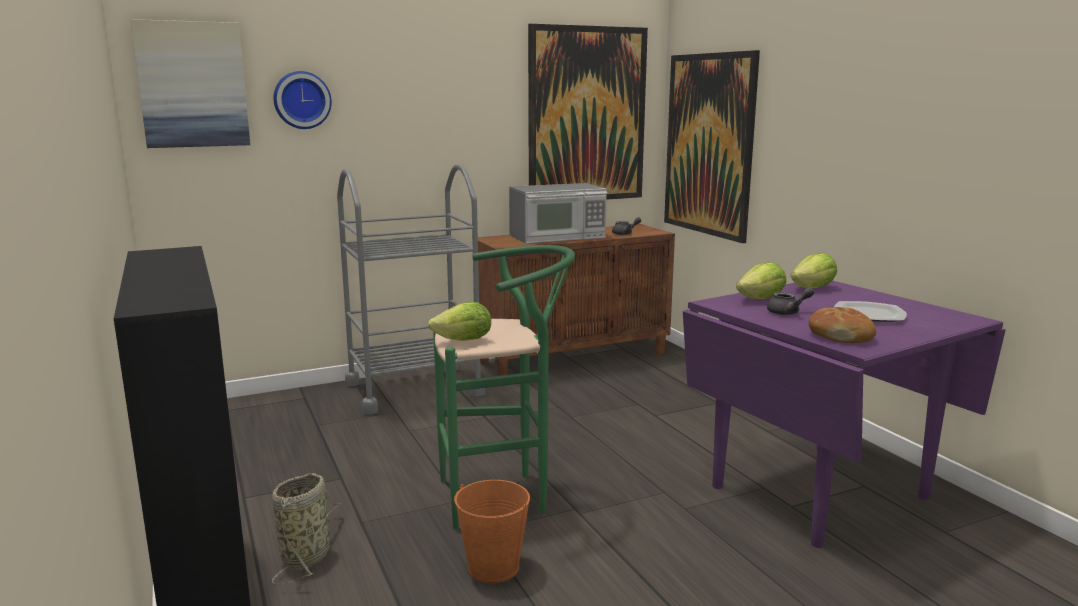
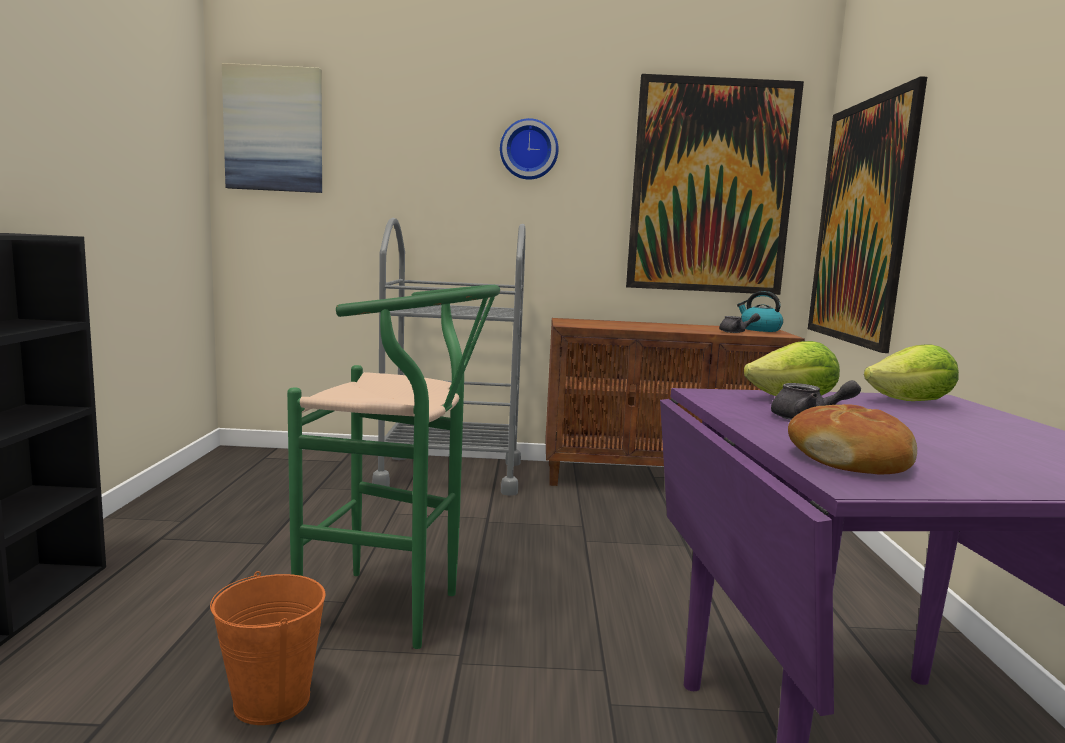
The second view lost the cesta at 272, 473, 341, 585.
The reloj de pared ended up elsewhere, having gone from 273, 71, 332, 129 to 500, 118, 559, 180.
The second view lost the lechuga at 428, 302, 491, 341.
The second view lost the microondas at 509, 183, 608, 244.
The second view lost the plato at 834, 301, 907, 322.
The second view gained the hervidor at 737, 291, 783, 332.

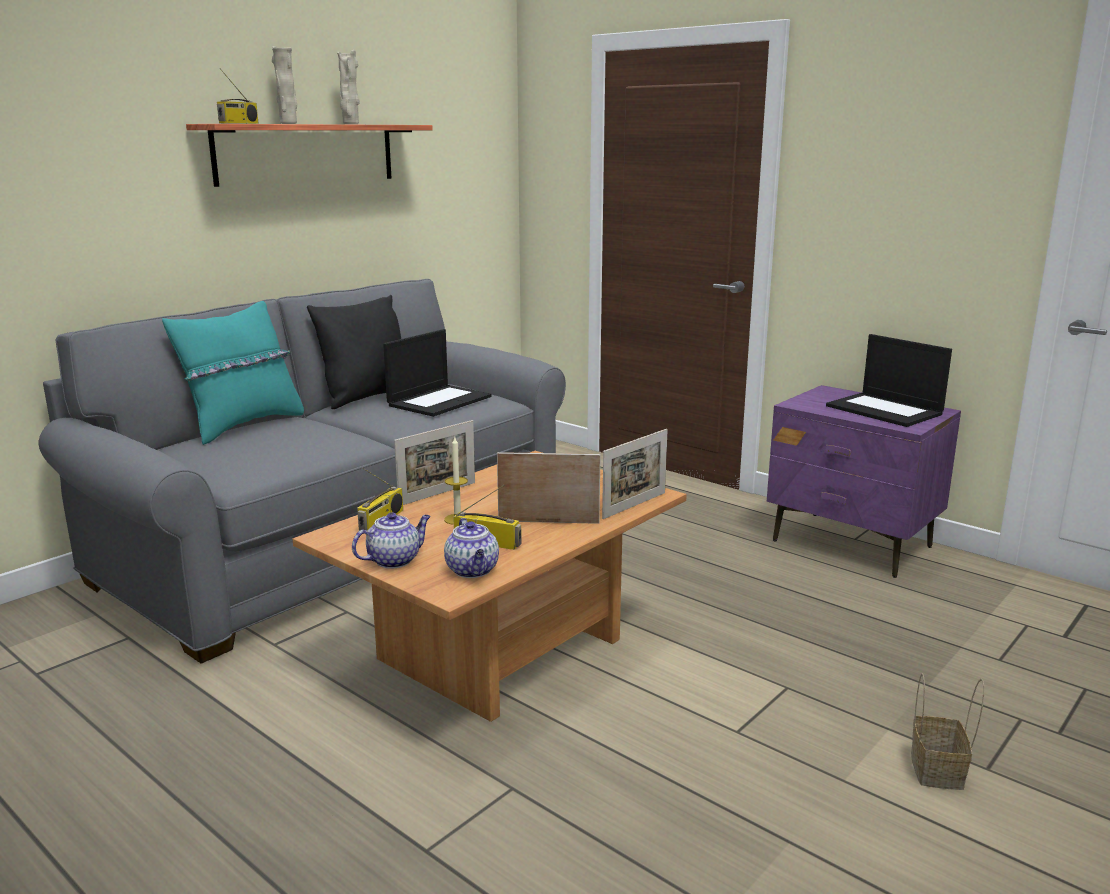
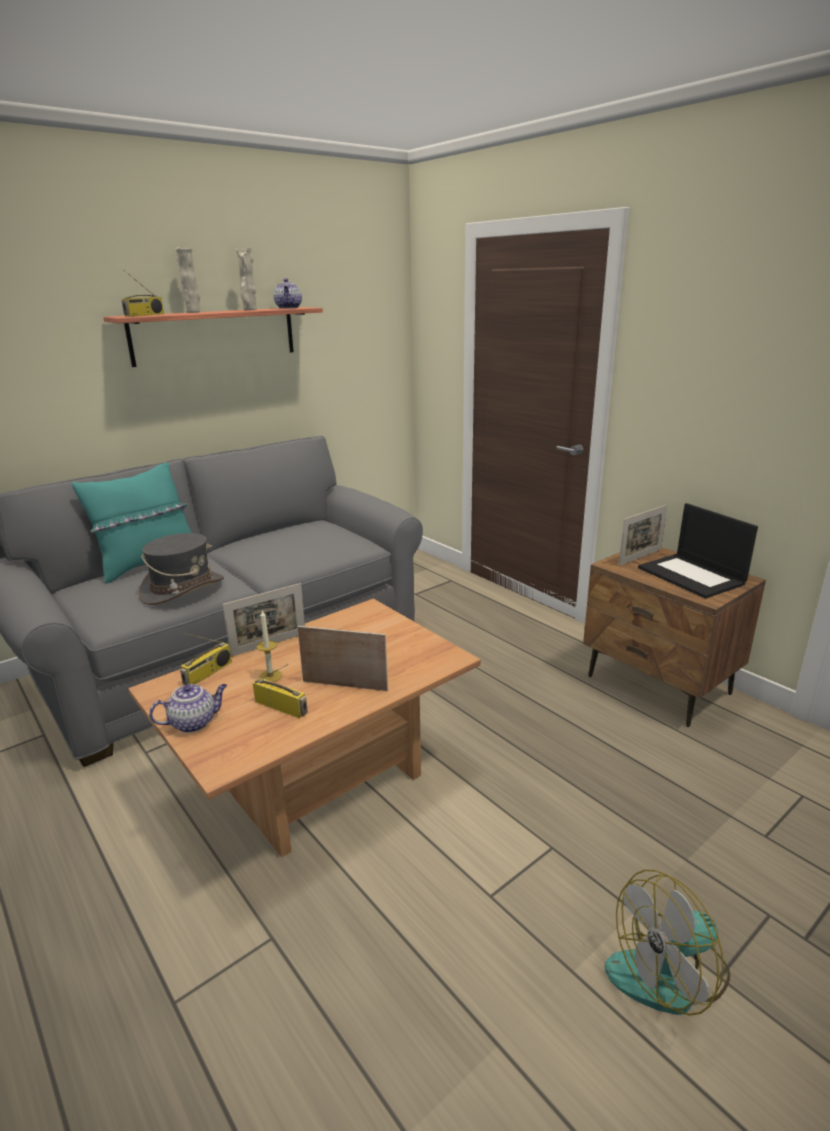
The second view lost the cojín/negro at 307, 295, 401, 409.
The second view lost the portátil at 383, 329, 492, 417.
The tetera ended up elsewhere, having gone from 444, 518, 499, 578 to 273, 278, 302, 309.
The portarretratos ended up elsewhere, having gone from 602, 429, 668, 519 to 619, 505, 667, 566.
What was the mesita de noche/morado at 767, 385, 961, 578 turned into the mesita de noche/marrón at 583, 547, 766, 727.
Where the cesta stood at 911, 673, 984, 790, the ventilador came to stand at 605, 869, 730, 1015.
The second view gained the sombrero/gris at 139, 533, 224, 605.

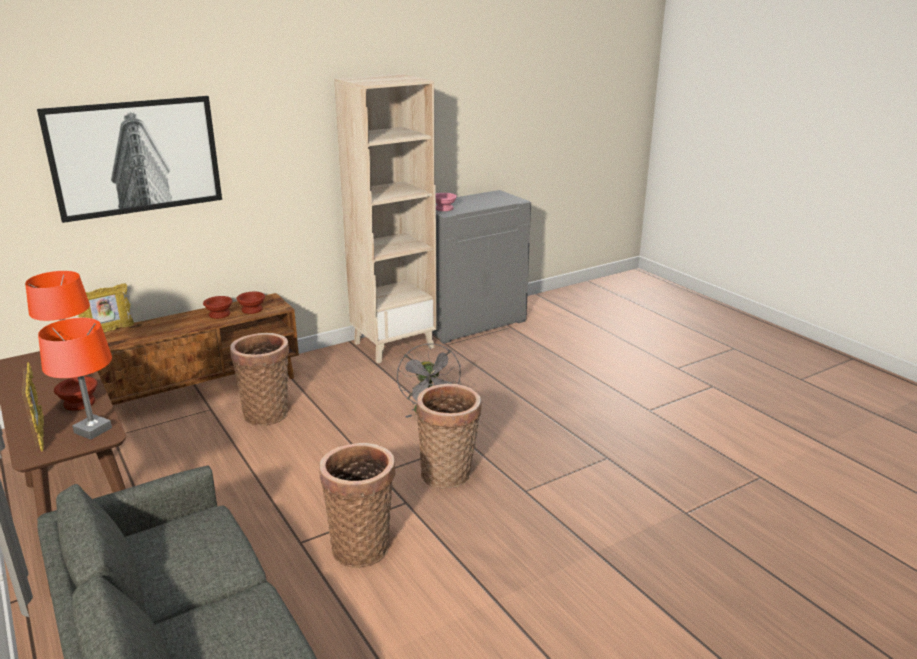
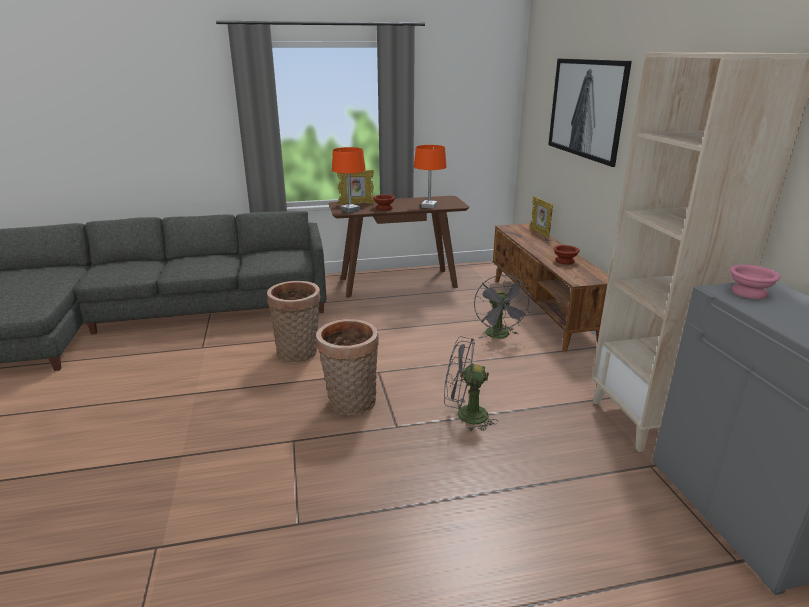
Where the cesta stood at 230, 333, 289, 426, the ventilador/gris came to stand at 474, 275, 531, 339.
The second view lost the cuenco/marrón at 236, 292, 265, 314.

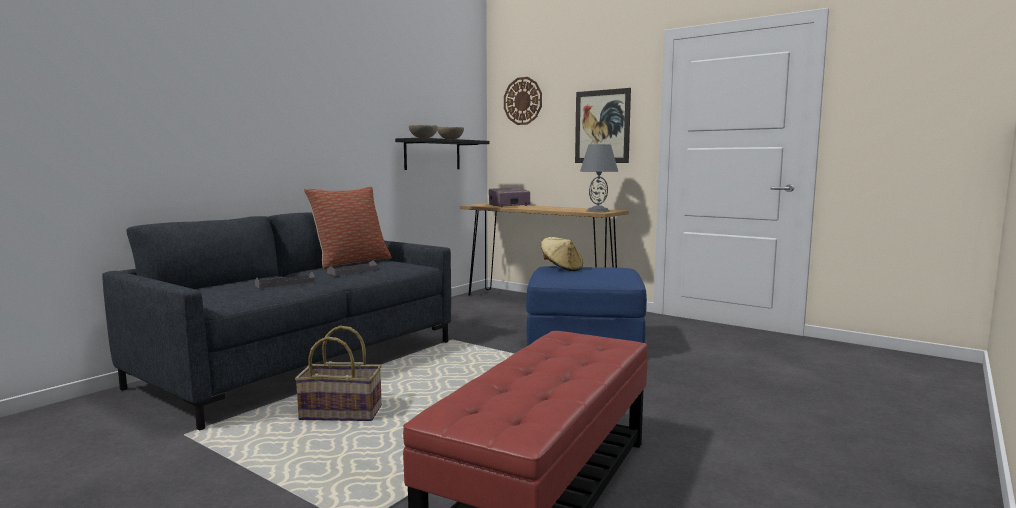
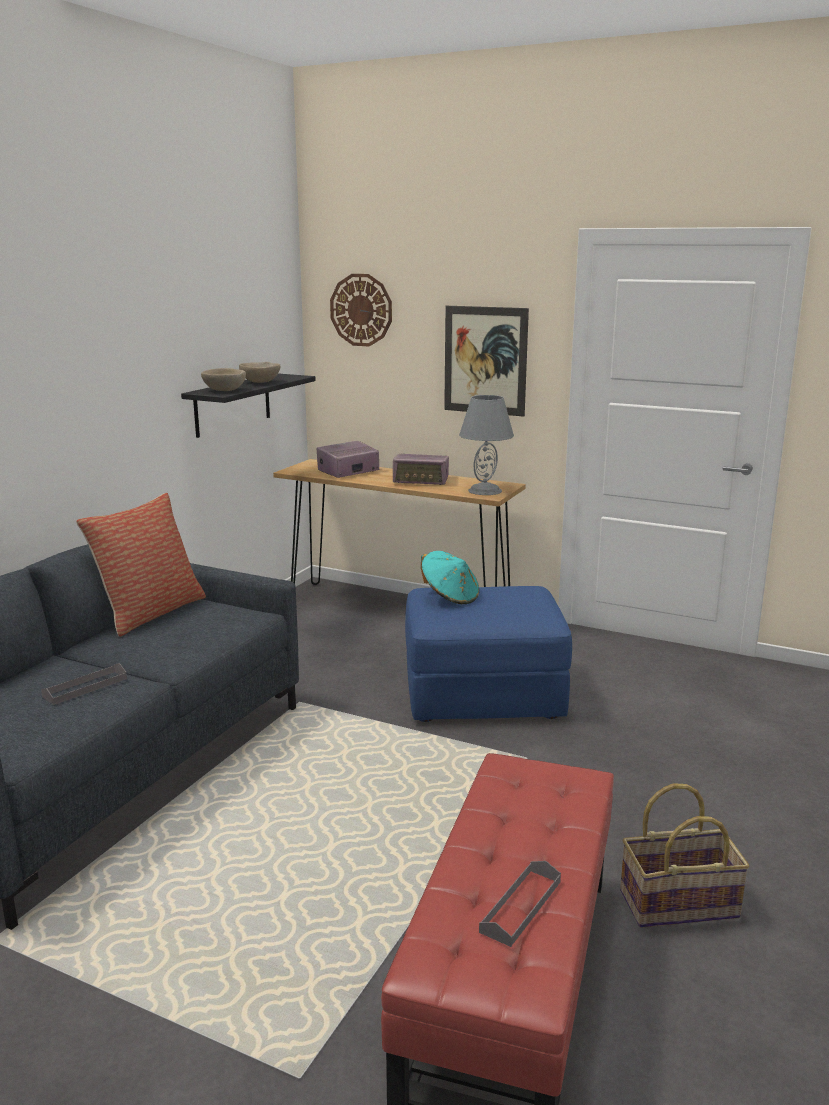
The cesta ended up elsewhere, having gone from 295, 326, 382, 421 to 620, 783, 750, 928.
The bandeja/gris ended up elsewhere, having gone from 327, 260, 378, 276 to 479, 861, 561, 947.
What was the sombrero/beis at 541, 237, 583, 271 turned into the sombrero/turquesa at 421, 551, 479, 604.
The second view gained the radio at 393, 454, 449, 485.

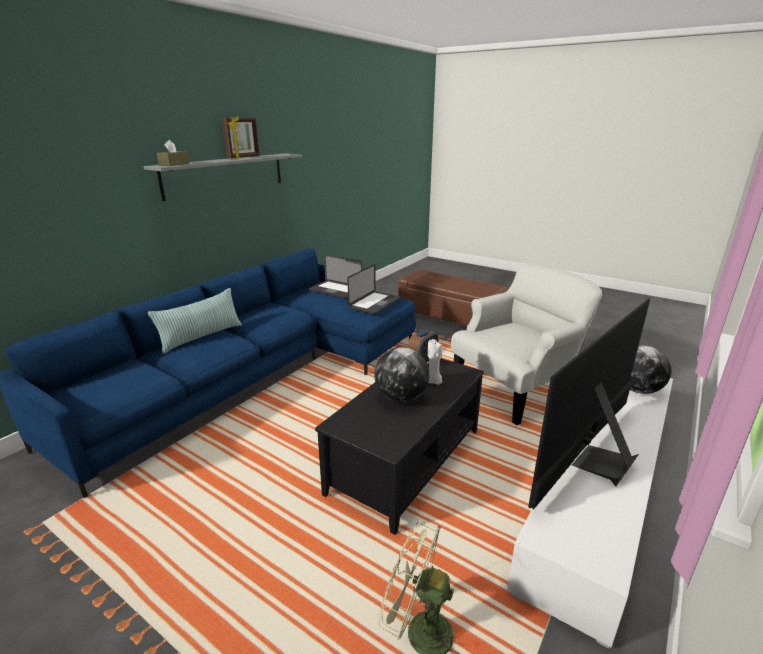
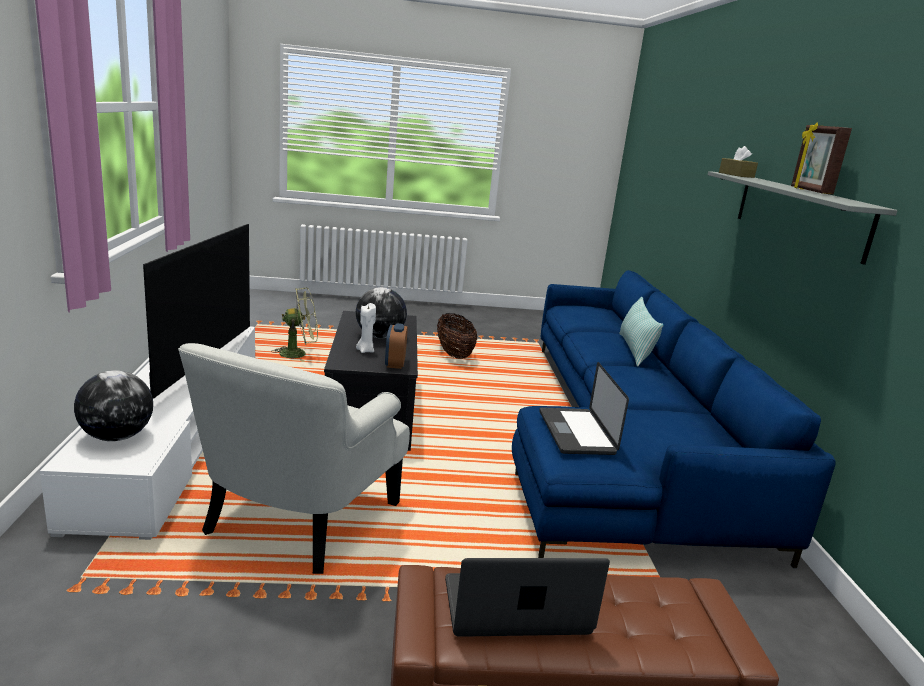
The portátil ended up elsewhere, having gone from 309, 255, 363, 299 to 445, 558, 610, 637.
The second view gained the cesta at 437, 313, 477, 359.

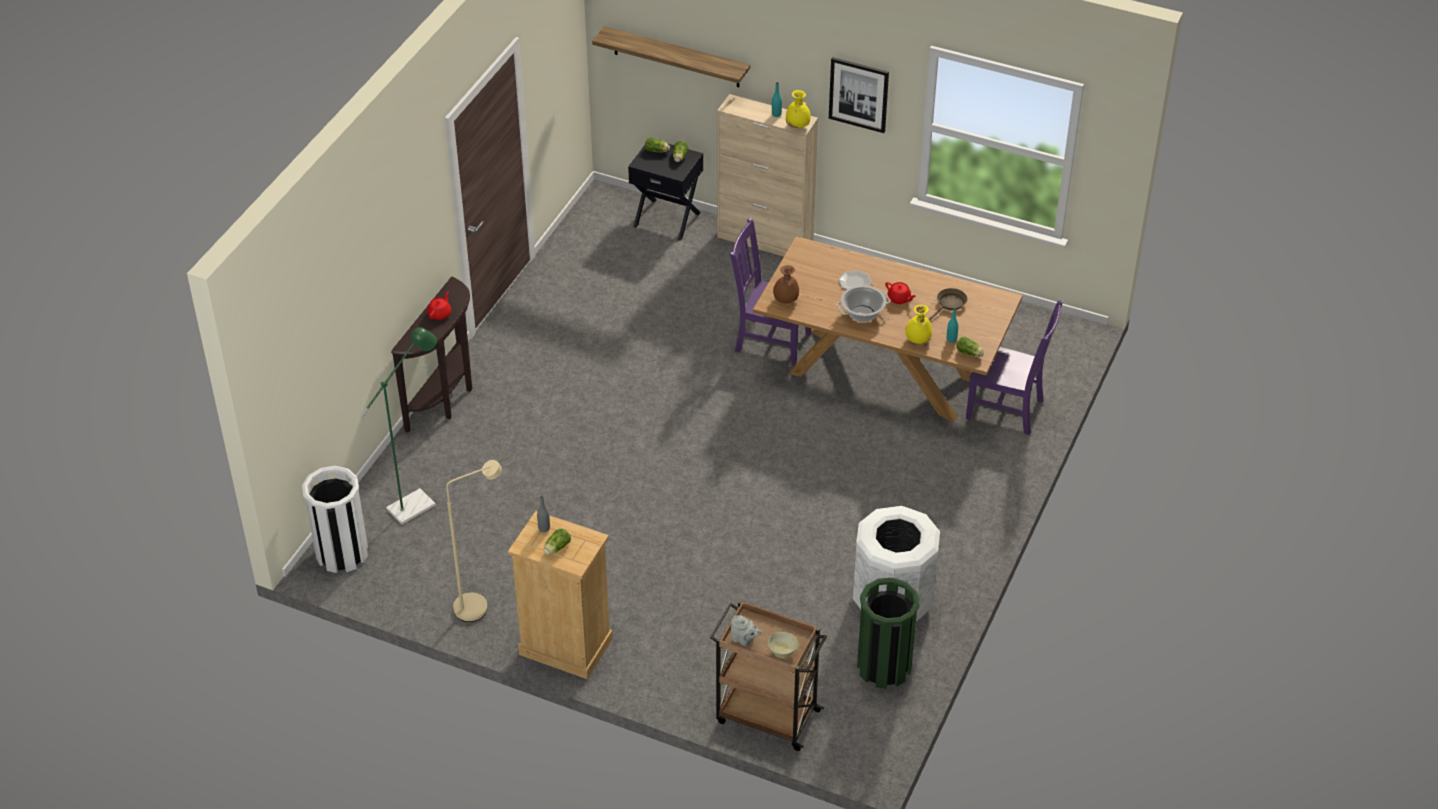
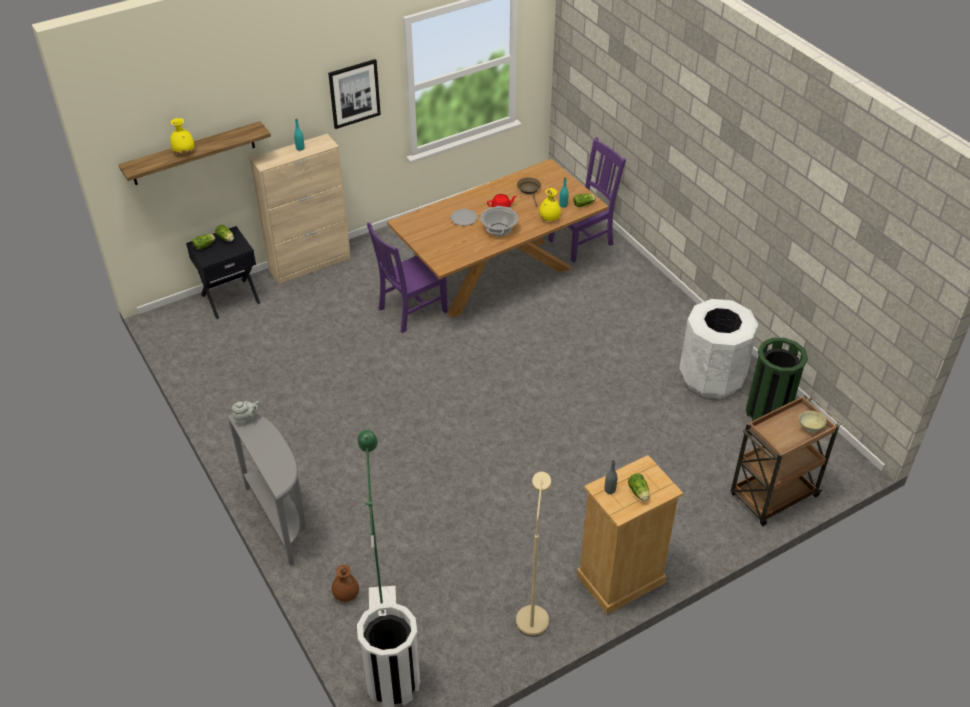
What was the mesa consola/marrón at 391, 276, 472, 432 turned into the mesa consola/gris at 227, 414, 306, 566.
The second view lost the tetera/rojo at 427, 291, 451, 320.
The tetera/gris ended up elsewhere, having gone from 731, 615, 761, 646 to 232, 401, 260, 427.
The florero/marrón ended up elsewhere, having gone from 773, 265, 799, 304 to 331, 565, 359, 602.
The florero/amarillo ended up elsewhere, having gone from 785, 90, 811, 129 to 170, 118, 194, 154.

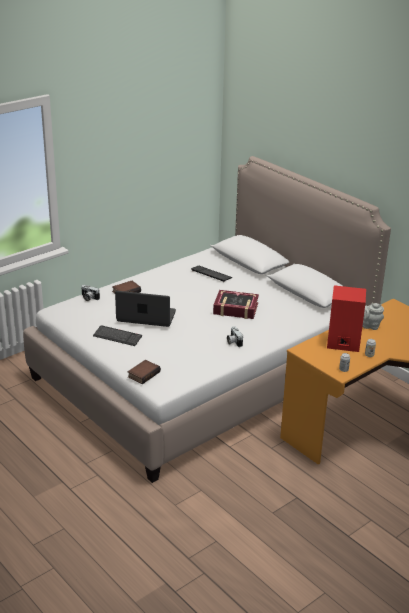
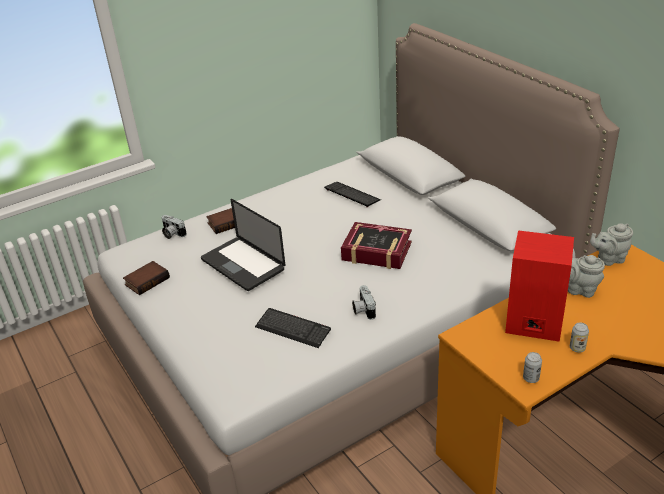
The teclado ended up elsewhere, having gone from 93, 325, 142, 346 to 255, 308, 331, 348.
The portátil at 115, 291, 176, 327 ended up facing another way, 150 degrees counterclockwise from before.
The libro ended up elsewhere, having gone from 128, 360, 161, 384 to 123, 261, 170, 295.
The second view gained the tetera/gris at 590, 223, 633, 266.

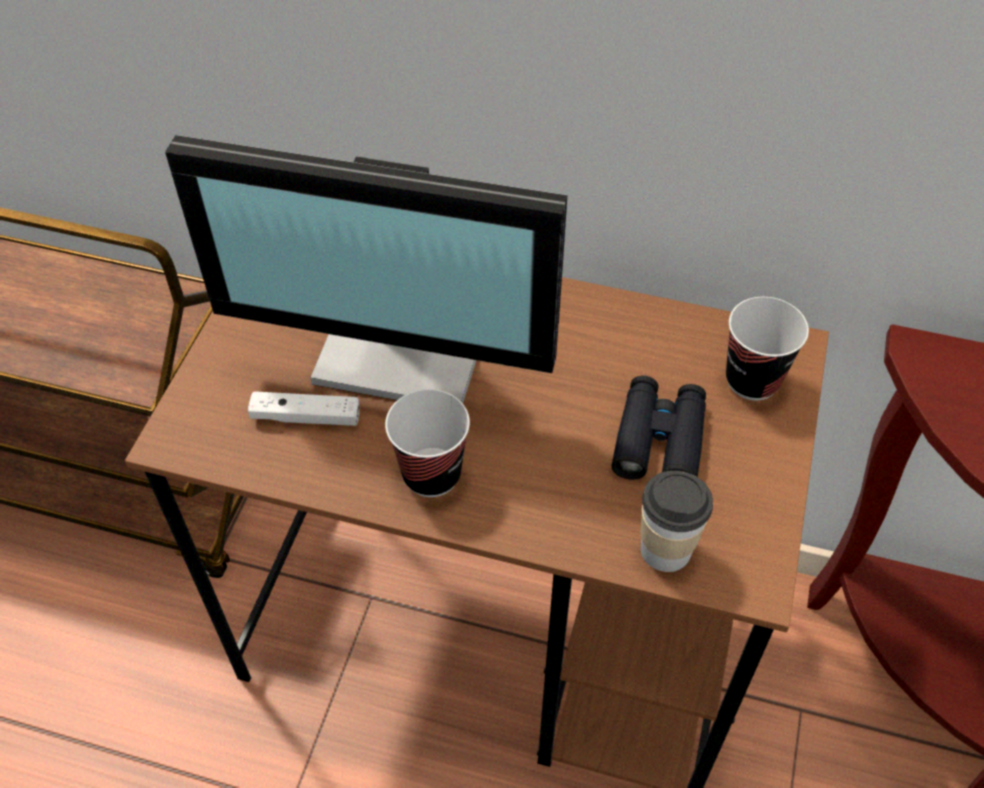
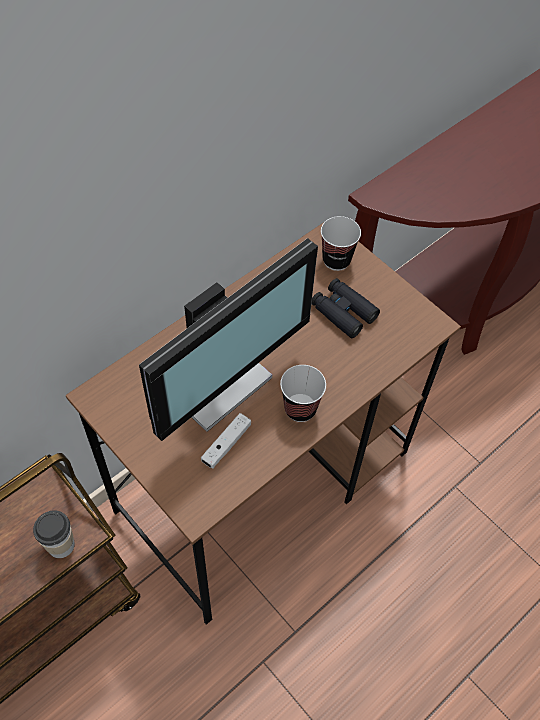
The taza ended up elsewhere, having gone from 640, 471, 713, 572 to 33, 510, 75, 558.

